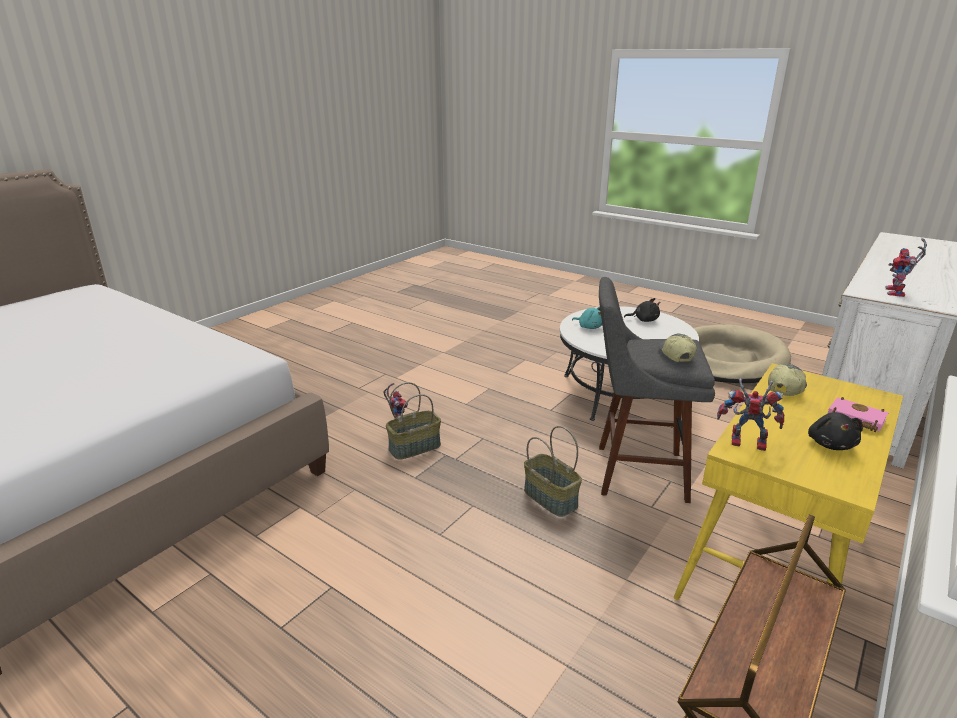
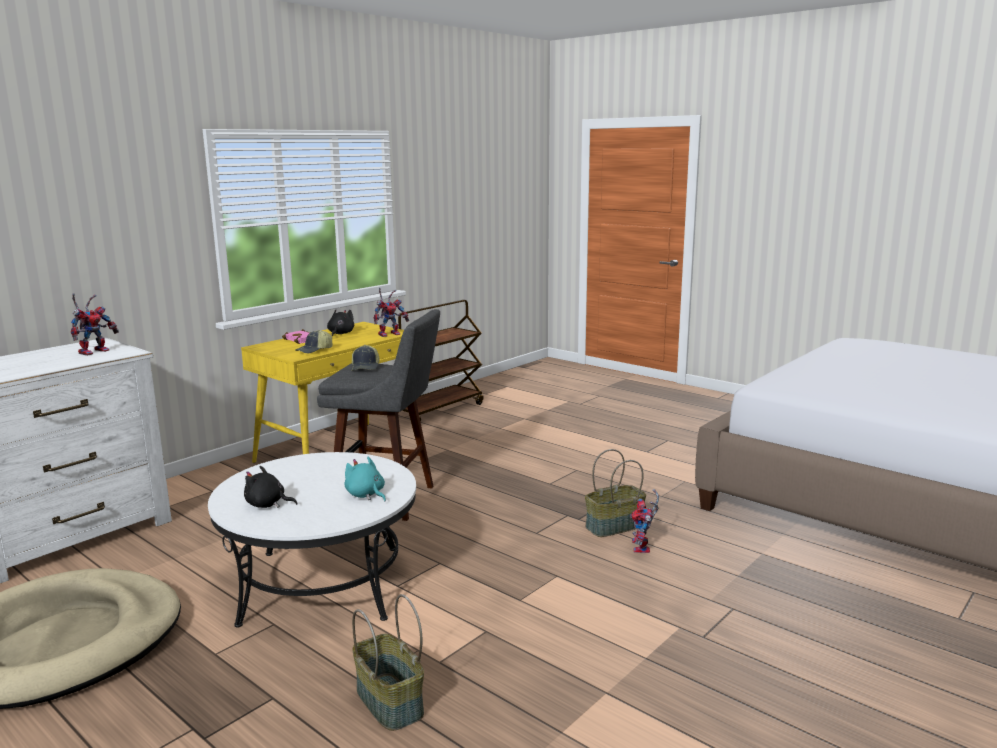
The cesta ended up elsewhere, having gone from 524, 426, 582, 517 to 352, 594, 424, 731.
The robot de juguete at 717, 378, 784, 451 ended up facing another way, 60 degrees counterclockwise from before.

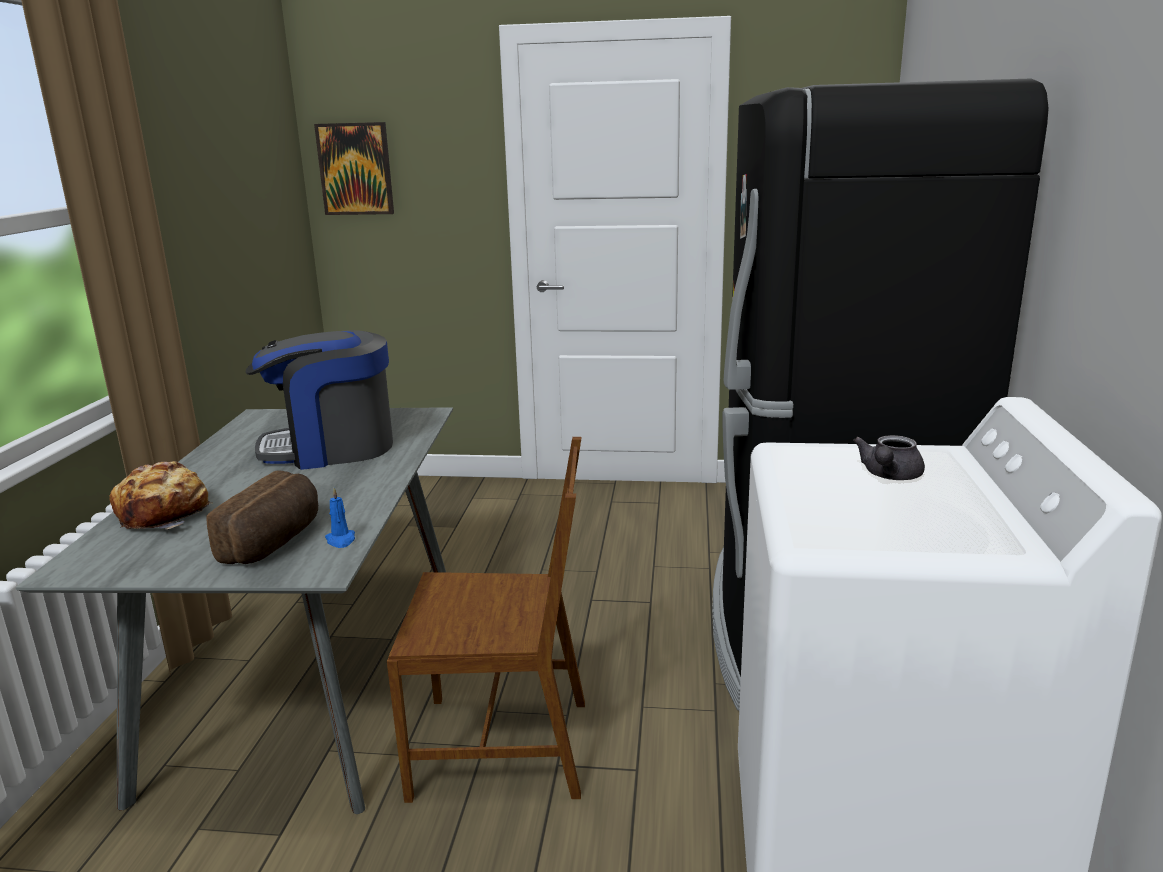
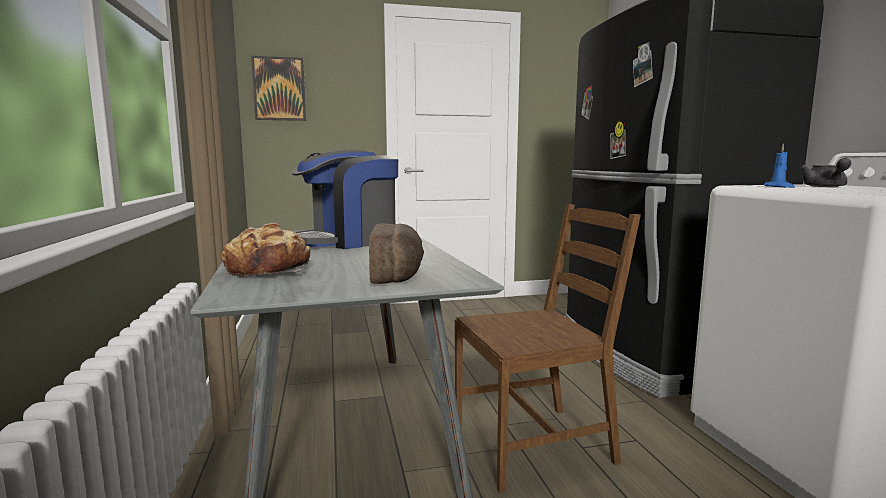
The vela/azul ended up elsewhere, having gone from 325, 488, 355, 548 to 764, 144, 795, 188.

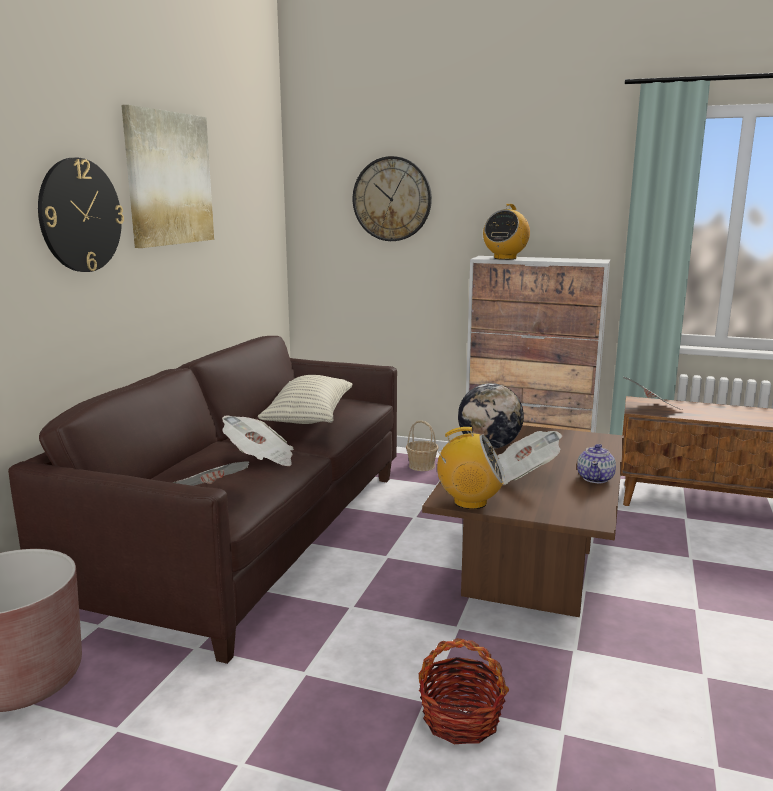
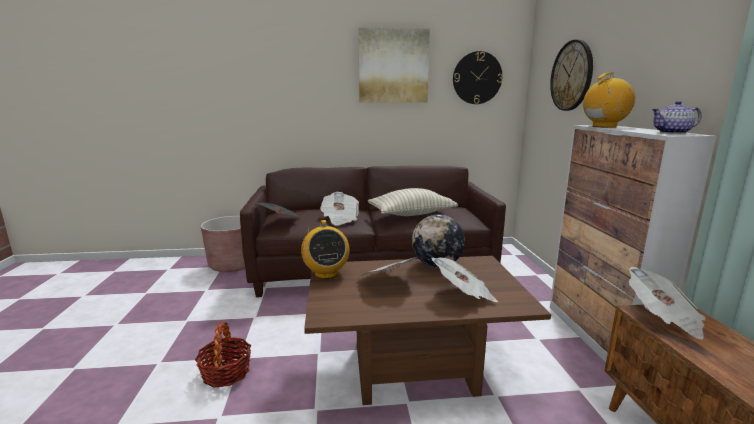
The reloj de pared ended up elsewhere, having gone from 38, 158, 124, 272 to 453, 51, 503, 104.
The second view lost the cesta at 406, 420, 439, 471.
The radio at 483, 204, 530, 260 ended up facing another way, 150 degrees clockwise from before.
The tetera ended up elsewhere, having gone from 577, 444, 616, 483 to 652, 101, 701, 134.
The second view gained the periódico at 432, 257, 498, 302.

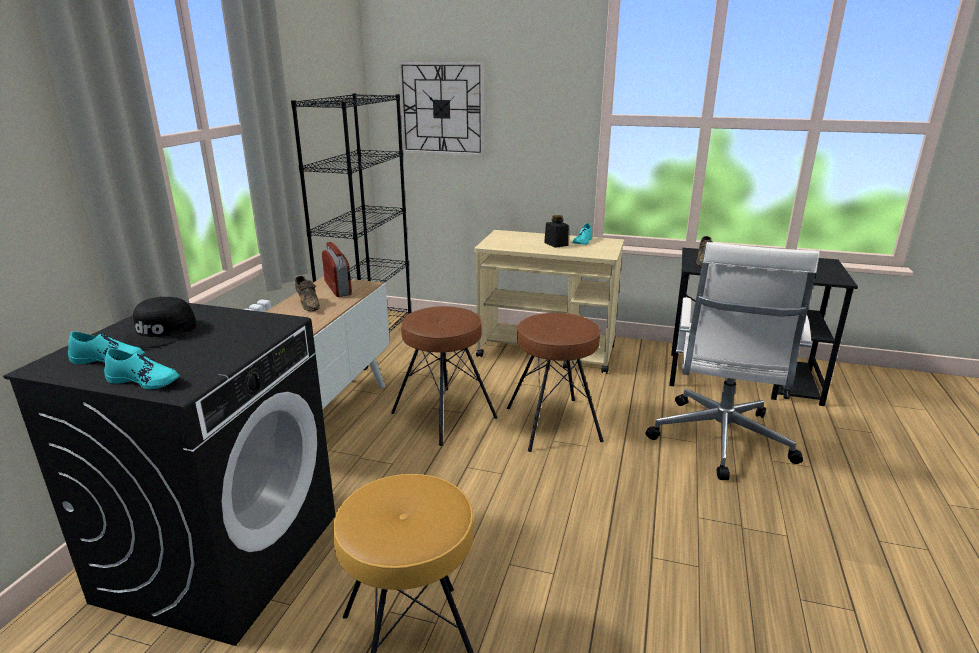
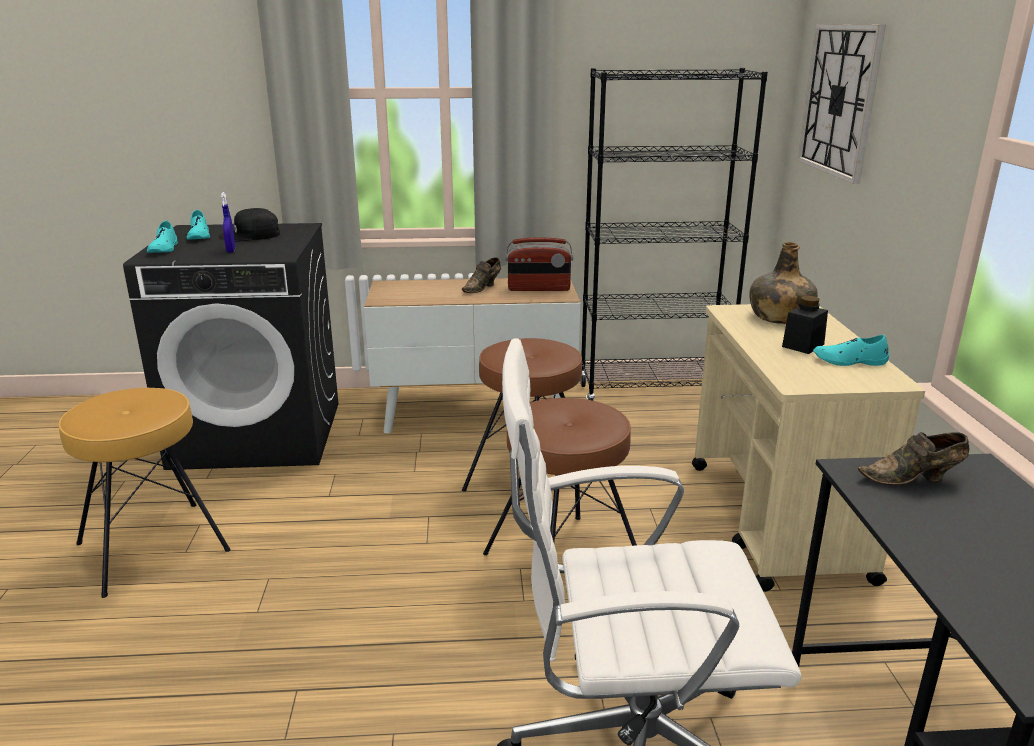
The radio at 322, 242, 352, 297 ended up facing another way, 45 degrees clockwise from before.
The second view gained the pulverizador/azul at 221, 192, 236, 253.
The second view gained the botella/verde at 749, 242, 818, 324.

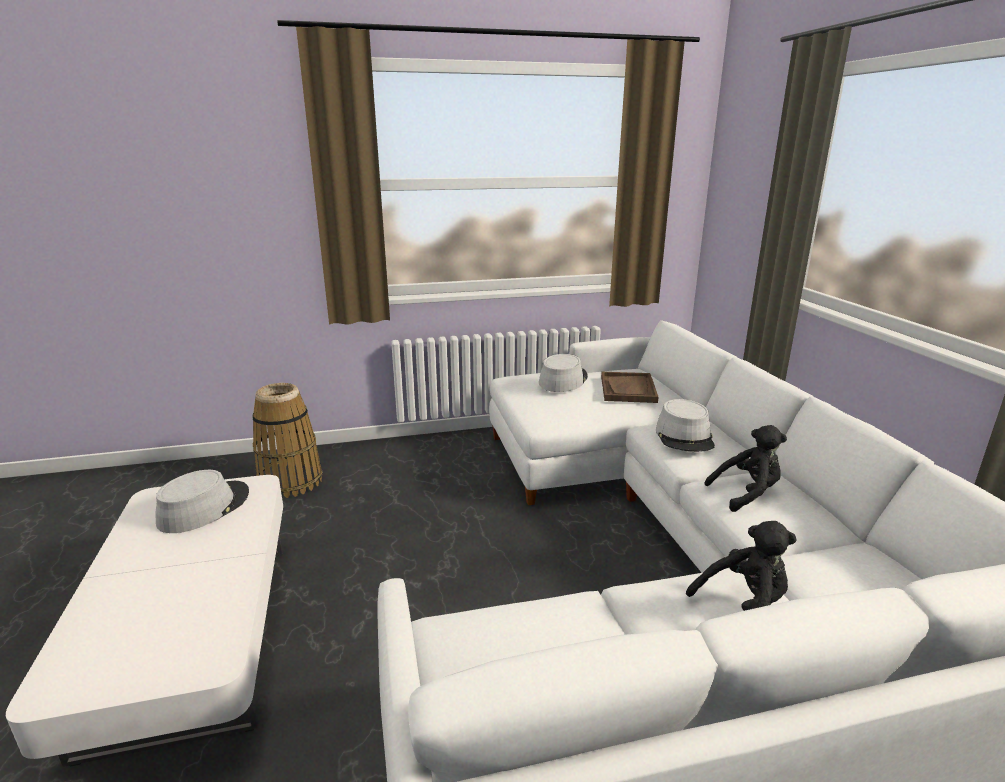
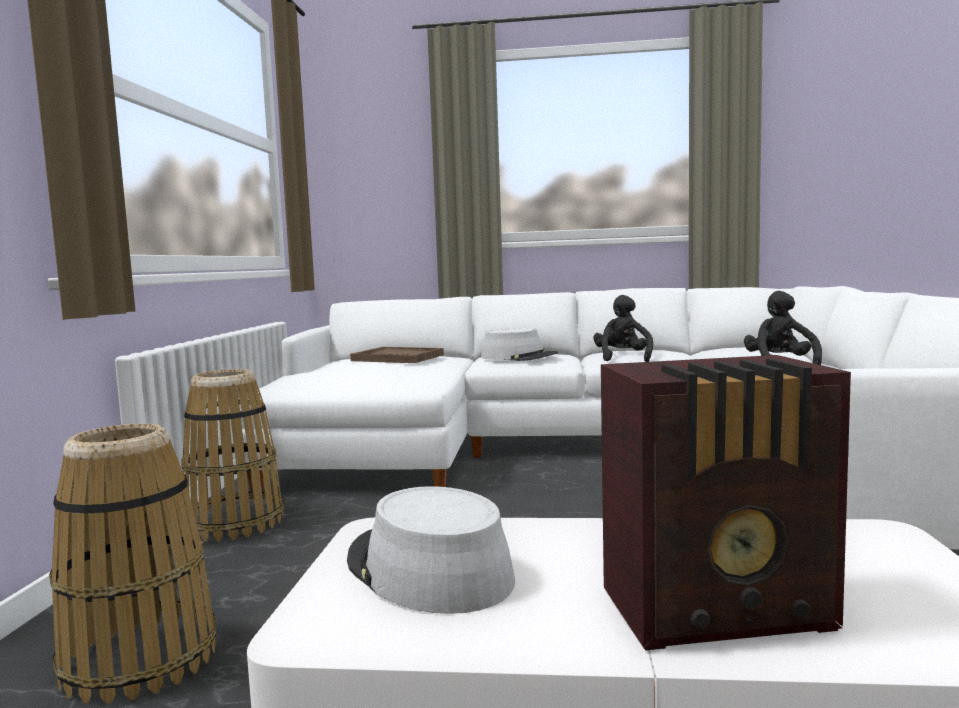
The second view lost the sombrero/gris at 539, 354, 588, 392.
The second view gained the cesta at 181, 369, 284, 541.
The second view gained the radio at 601, 355, 851, 650.

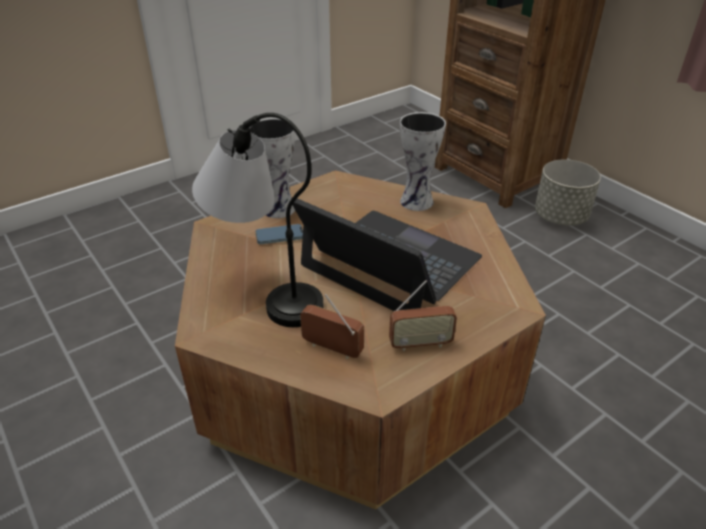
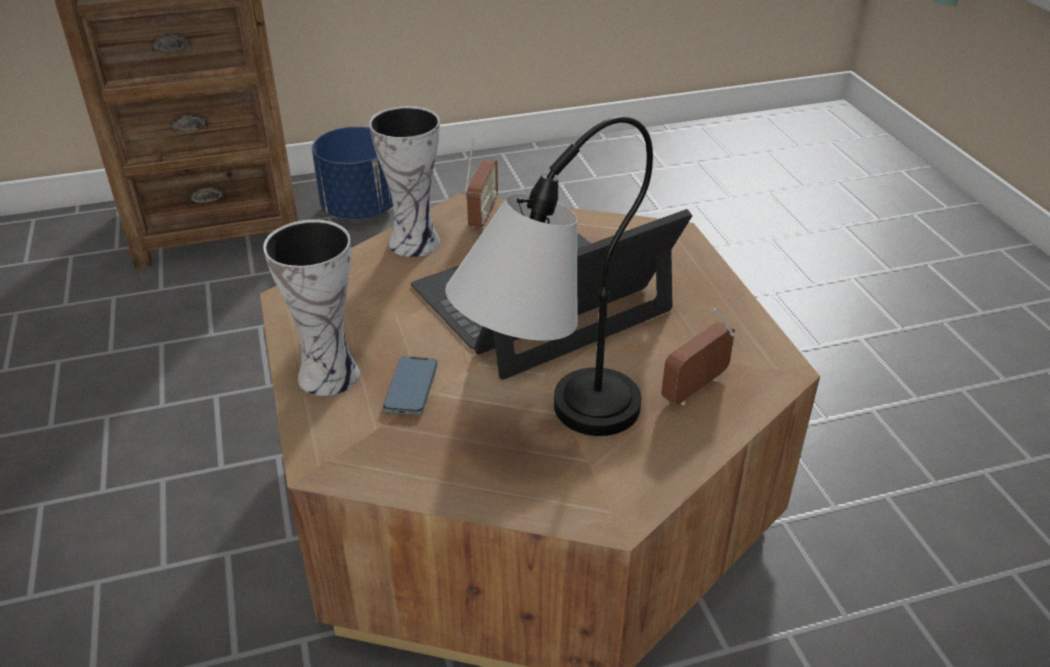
The radio ended up elsewhere, having gone from 389, 280, 457, 351 to 465, 138, 498, 228.
What was the maceta/gris at 535, 159, 601, 226 turned into the maceta/azul at 312, 127, 393, 219.

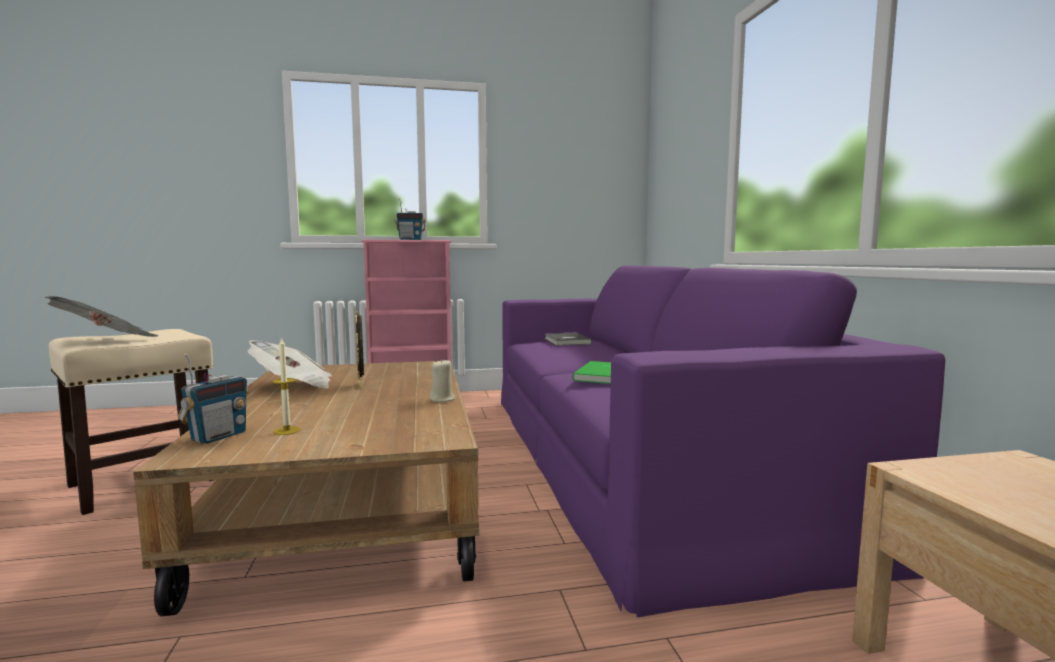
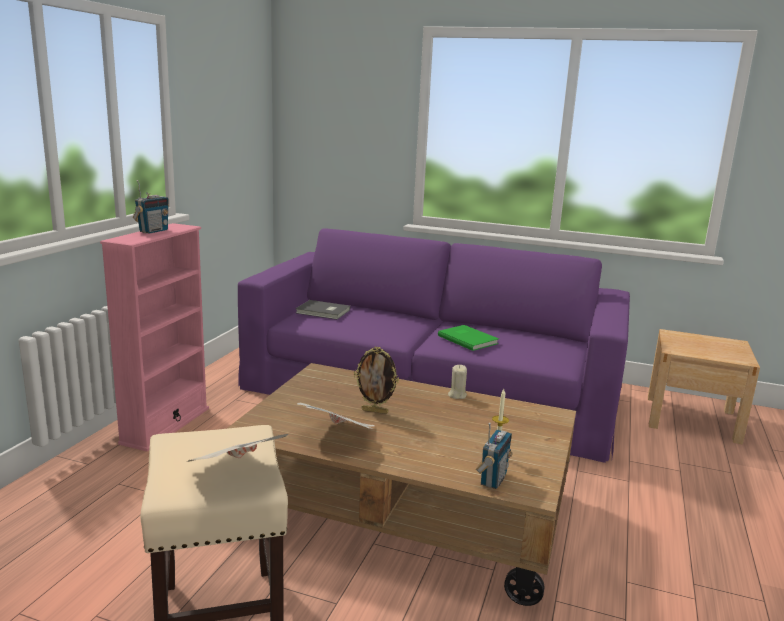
The radio at 178, 354, 249, 444 ended up facing another way, 60 degrees clockwise from before.

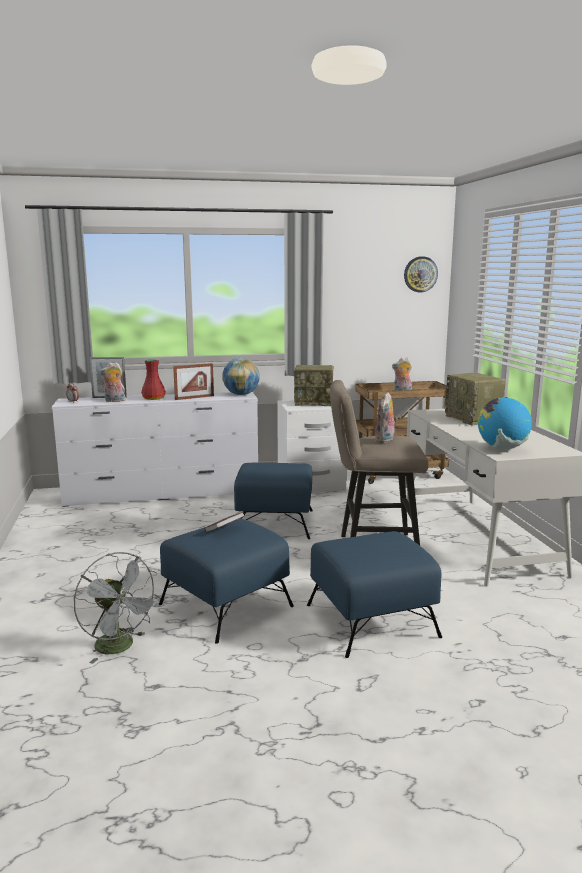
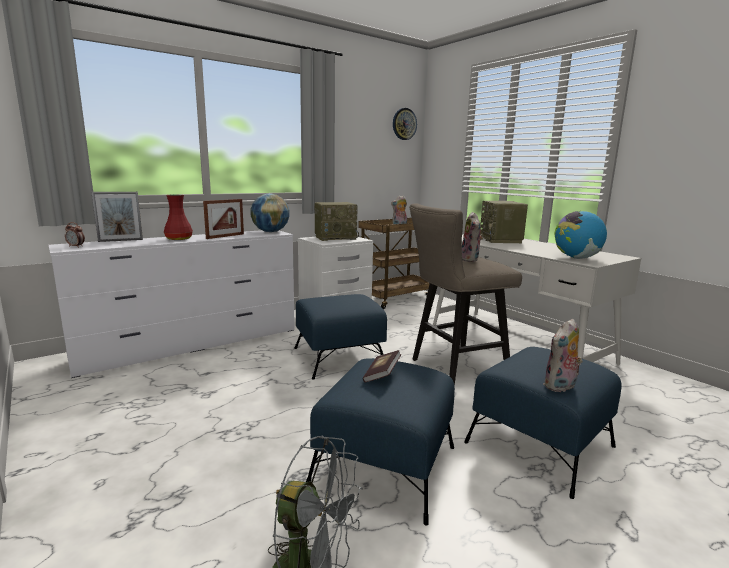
The peluche ended up elsewhere, having gone from 99, 362, 126, 402 to 543, 319, 583, 393.
The radio at 445, 373, 506, 425 ended up facing another way, 45 degrees clockwise from before.

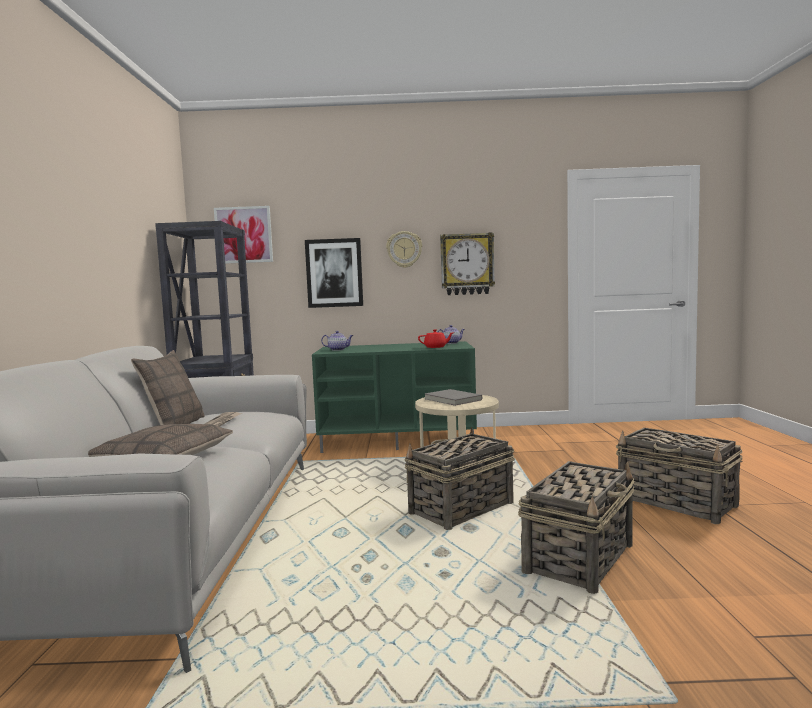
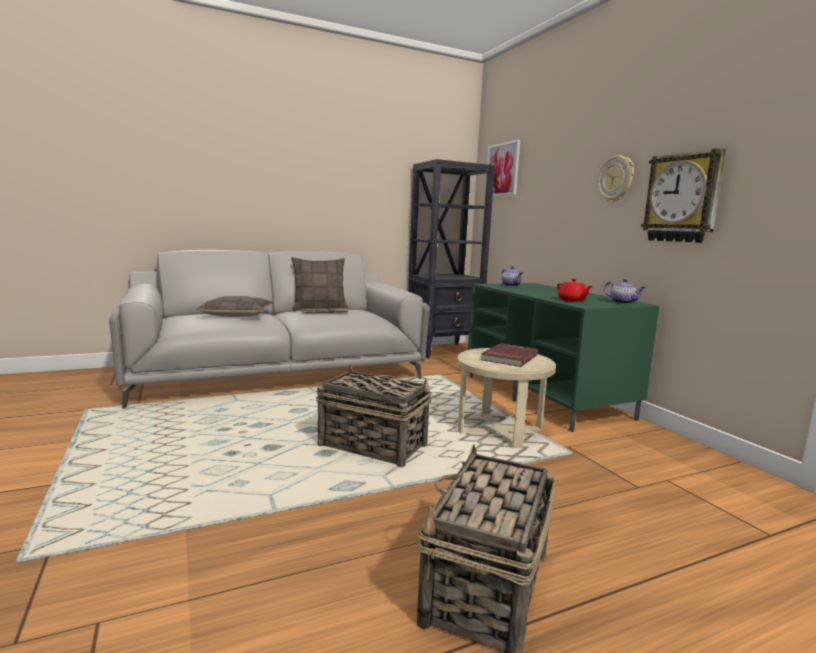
The second view lost the cuadro at 305, 238, 363, 308.
What was the libro/gris at 425, 389, 482, 406 turned into the libro/rojo at 481, 343, 538, 367.
The second view lost the cesta at 518, 461, 635, 594.

